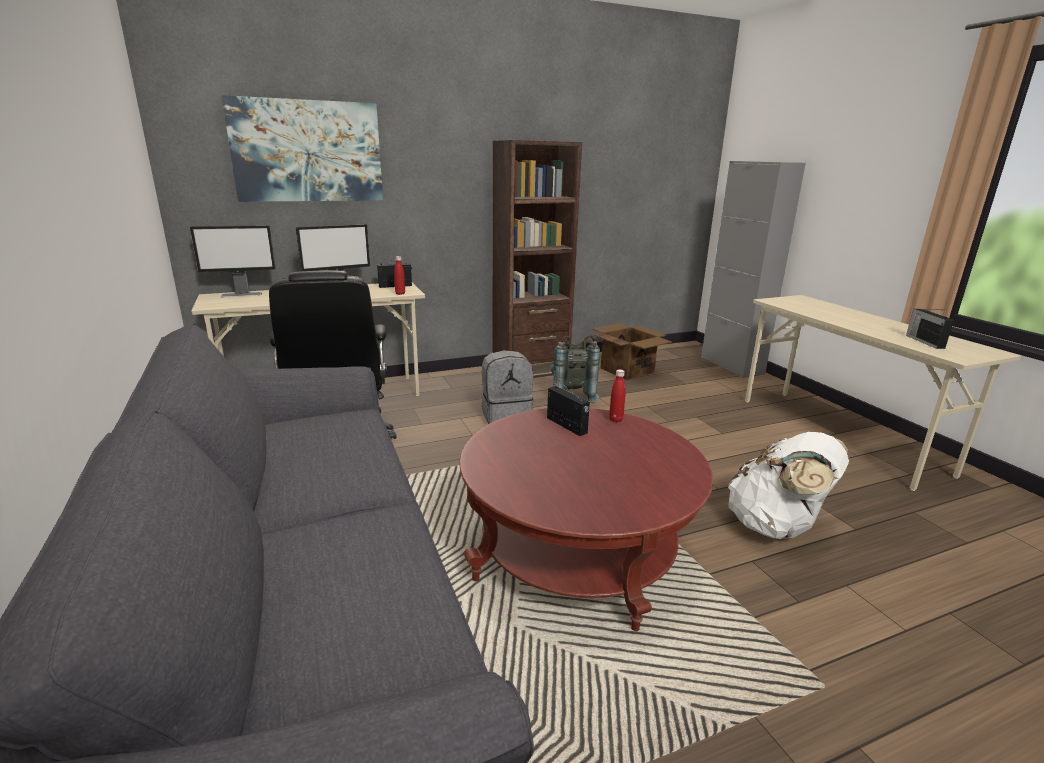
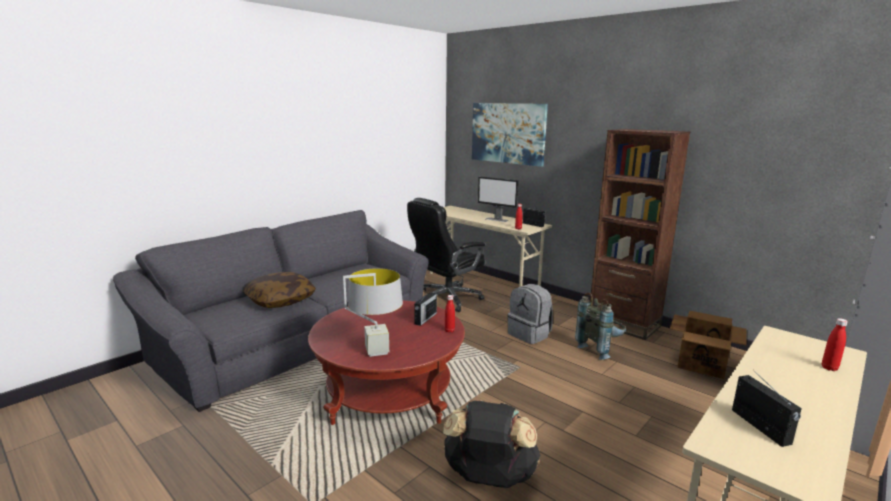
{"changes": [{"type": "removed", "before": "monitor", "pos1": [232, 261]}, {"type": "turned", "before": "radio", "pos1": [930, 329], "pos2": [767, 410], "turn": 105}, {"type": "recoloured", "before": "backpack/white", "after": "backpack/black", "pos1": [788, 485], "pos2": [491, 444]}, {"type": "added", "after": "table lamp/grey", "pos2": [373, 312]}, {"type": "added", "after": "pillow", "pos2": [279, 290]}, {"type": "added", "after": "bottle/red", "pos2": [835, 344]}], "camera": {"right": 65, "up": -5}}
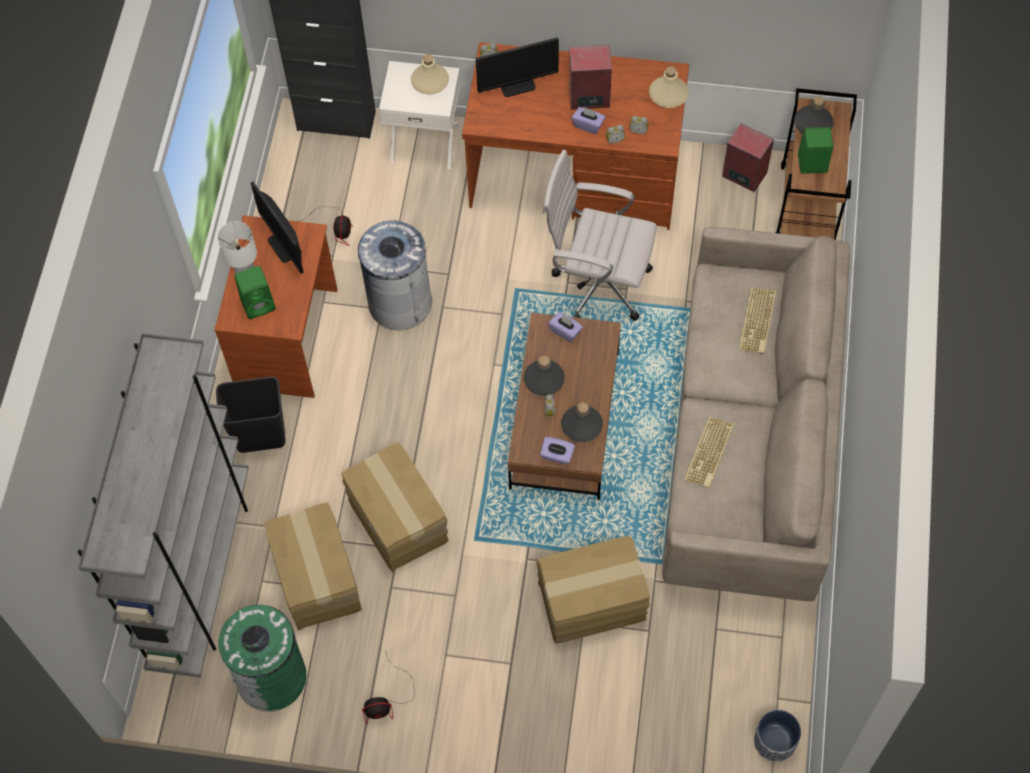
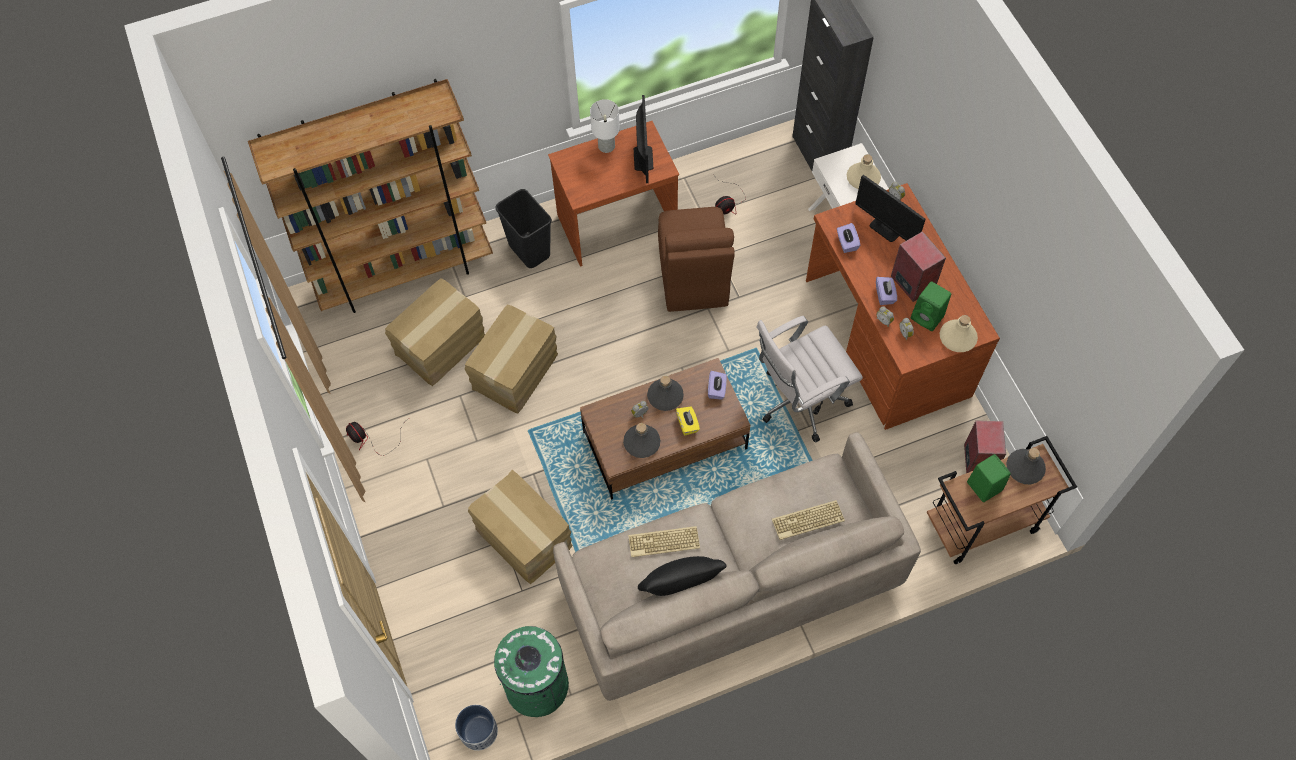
{"changes": [{"type": "turned", "before": "office chair/white", "pos1": [600, 235], "pos2": [809, 379], "turn": -105}, {"type": "turned", "before": "monitor", "pos1": [277, 228], "pos2": [643, 139], "turn": 150}, {"type": "replaced", "before": "trash can/grey", "after": "chair/brown", "pos1": [395, 275], "pos2": [696, 259]}, {"type": "moved", "before": "speaker/green", "pos1": [255, 292], "pos2": [931, 306]}, {"type": "recoloured", "before": "bookcase/grey", "after": "bookcase/brown", "pos1": [163, 505], "pos2": [370, 196]}, {"type": "moved", "before": "tissue box/purple", "pos1": [557, 451], "pos2": [849, 238]}, {"type": "moved", "before": "trash can/green", "pos1": [262, 658], "pos2": [531, 671]}, {"type": "added", "after": "tissue box/yellow", "pos2": [688, 420]}, {"type": "added", "after": "pillow/black", "pos2": [682, 576]}], "camera": {"right": 60, "up": 0}}
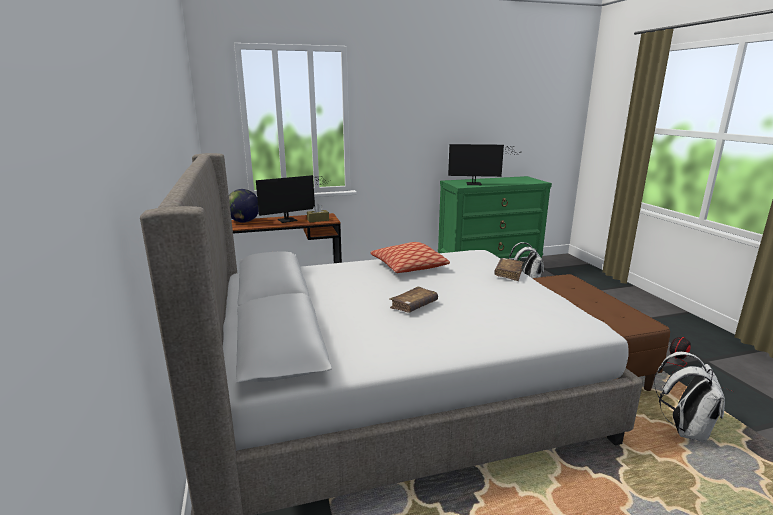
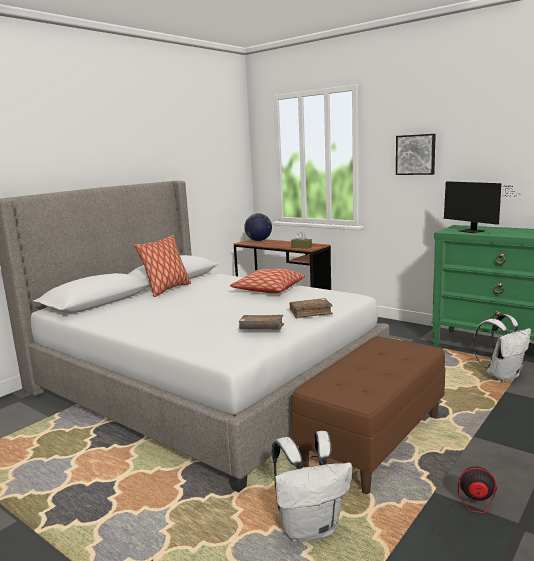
{"changes": [{"type": "removed", "before": "monitor", "pos1": [292, 199]}, {"type": "moved", "before": "book/brown", "pos1": [413, 300], "pos2": [261, 322]}, {"type": "added", "after": "picture", "pos2": [416, 154]}, {"type": "added", "after": "pillow", "pos2": [162, 266]}], "camera": {"right": 55, "up": -5}}
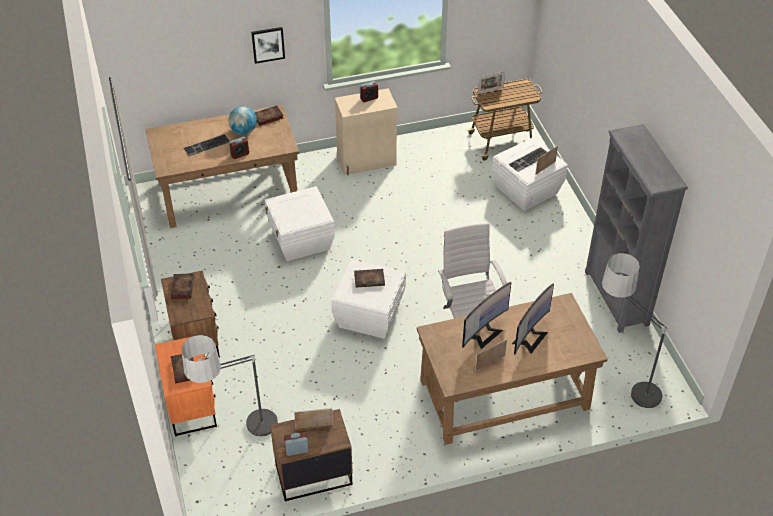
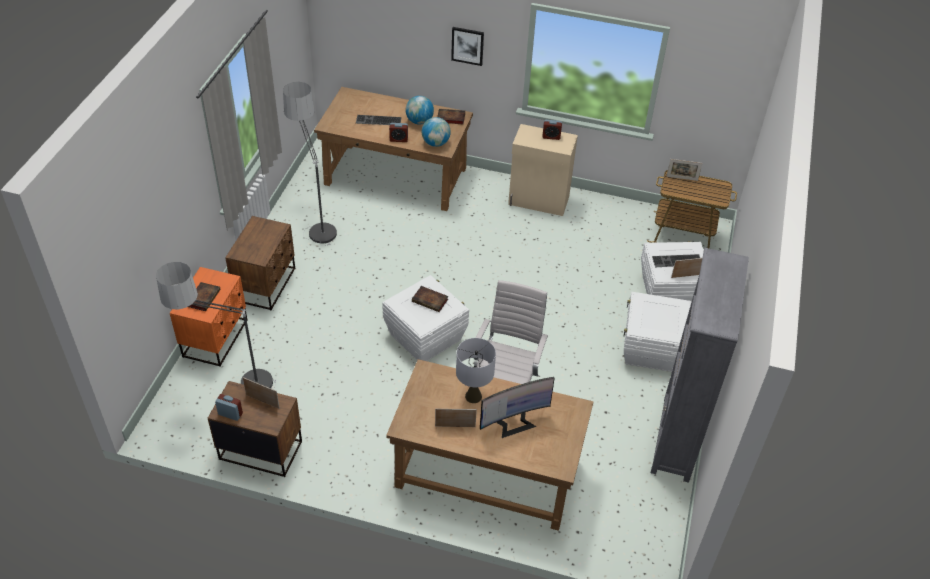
{"changes": [{"type": "moved", "before": "storage box/white", "pos1": [300, 223], "pos2": [658, 332]}, {"type": "moved", "before": "floor lamp", "pos1": [635, 331], "pos2": [310, 164]}, {"type": "removed", "before": "book", "pos1": [182, 286]}, {"type": "replaced", "before": "monitor", "after": "table lamp/grey", "pos1": [486, 315], "pos2": [476, 370]}, {"type": "added", "after": "globe", "pos2": [436, 132]}], "camera": {"right": 30, "up": 0}}
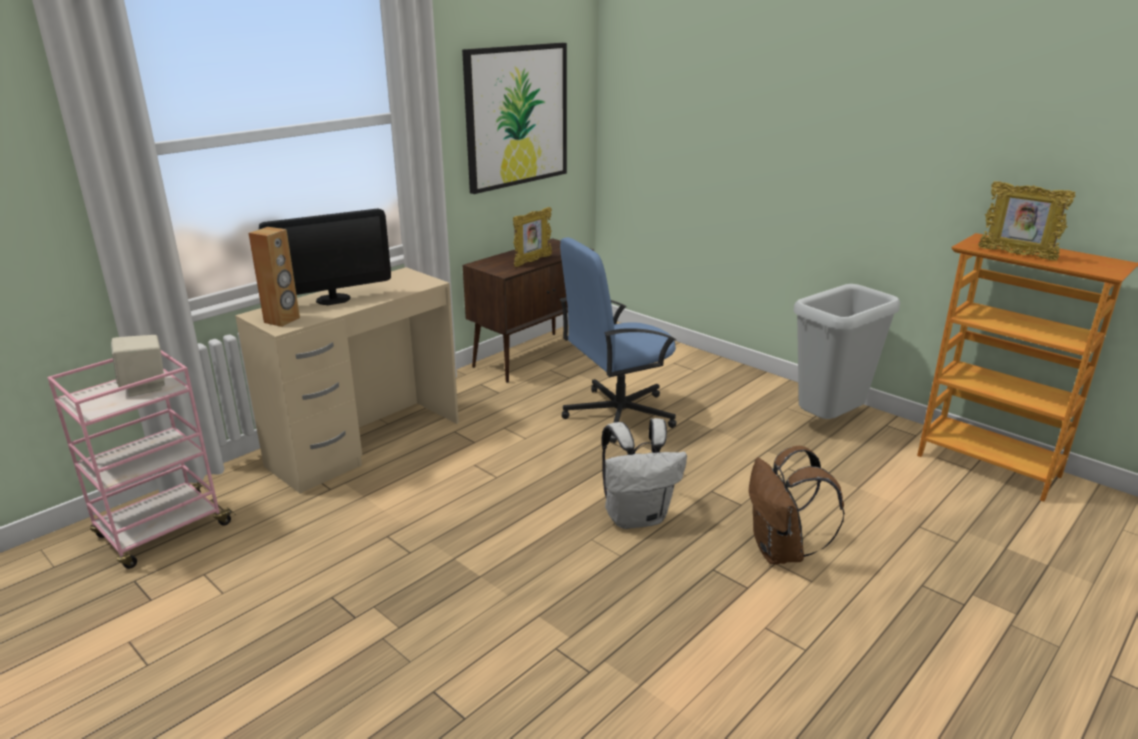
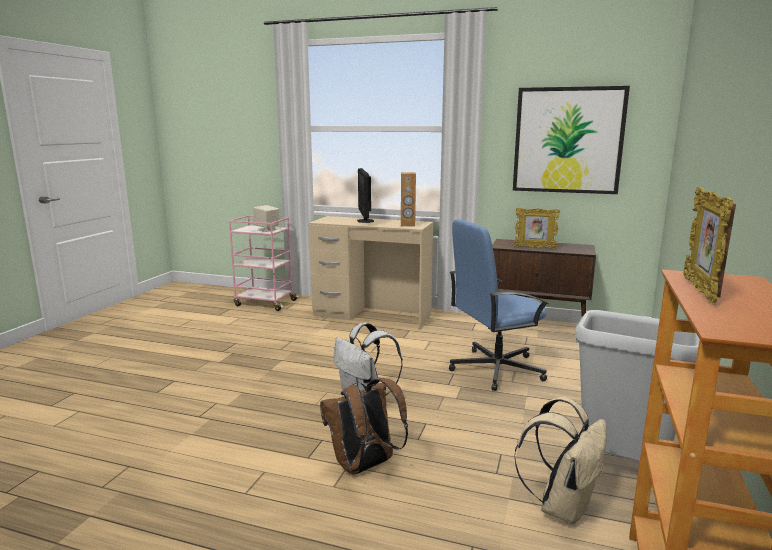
{"changes": [{"type": "turned", "before": "monitor", "pos1": [325, 256], "pos2": [365, 195], "turn": 45}, {"type": "moved", "before": "speaker/brown", "pos1": [274, 277], "pos2": [408, 199]}, {"type": "turned", "before": "office chair/blue", "pos1": [618, 340], "pos2": [499, 305], "turn": -60}, {"type": "added", "after": "backpack/beige", "pos2": [560, 461]}], "camera": {"right": 65, "up": -10}}
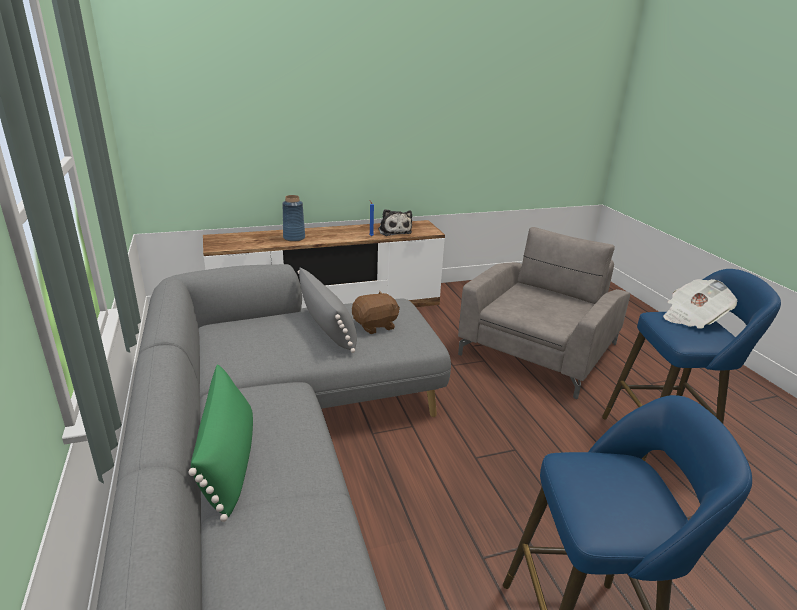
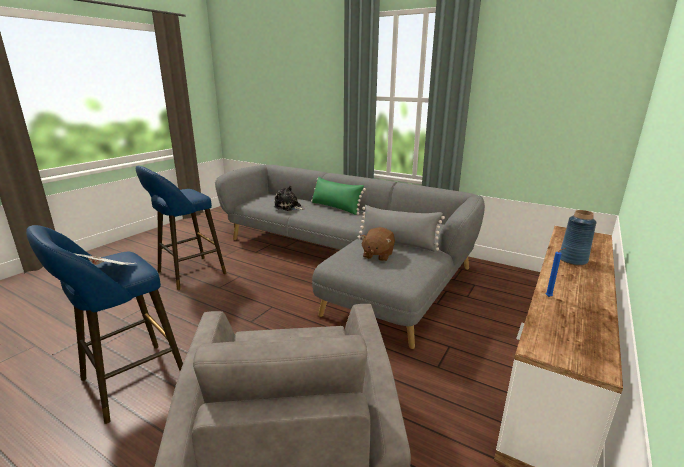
{"changes": [{"type": "moved", "before": "plush toy", "pos1": [395, 222], "pos2": [289, 198]}], "camera": {"right": 140, "up": -5}}
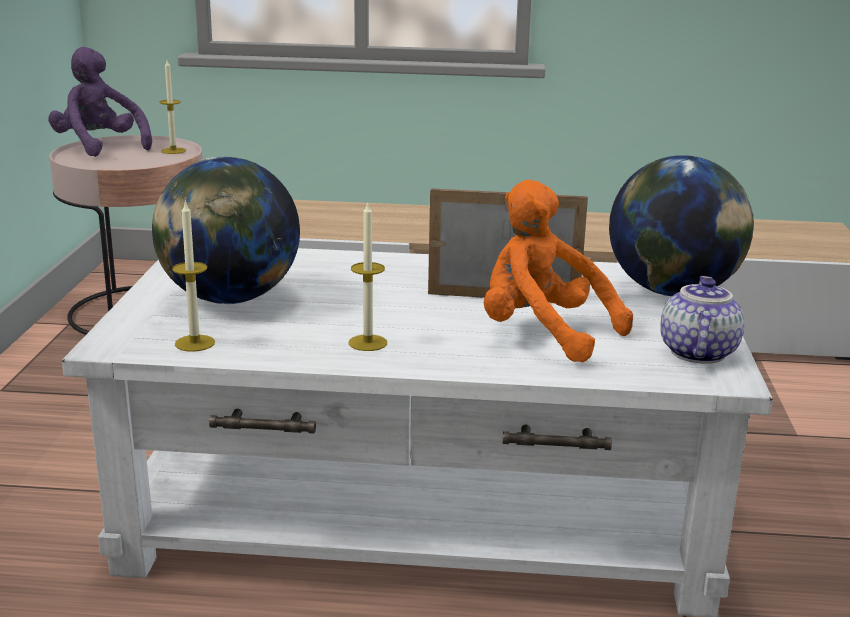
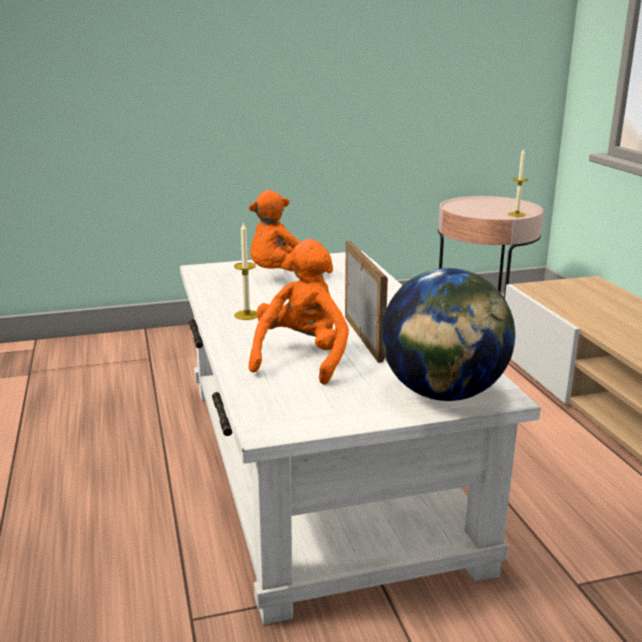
{"changes": [{"type": "removed", "before": "plush toy/purple", "pos1": [100, 102]}, {"type": "replaced", "before": "globe", "after": "plush toy/orange", "pos1": [226, 230], "pos2": [291, 231]}, {"type": "removed", "before": "candle", "pos1": [193, 276]}, {"type": "removed", "before": "teapot", "pos1": [702, 320]}], "camera": {"right": 70, "up": 0}}
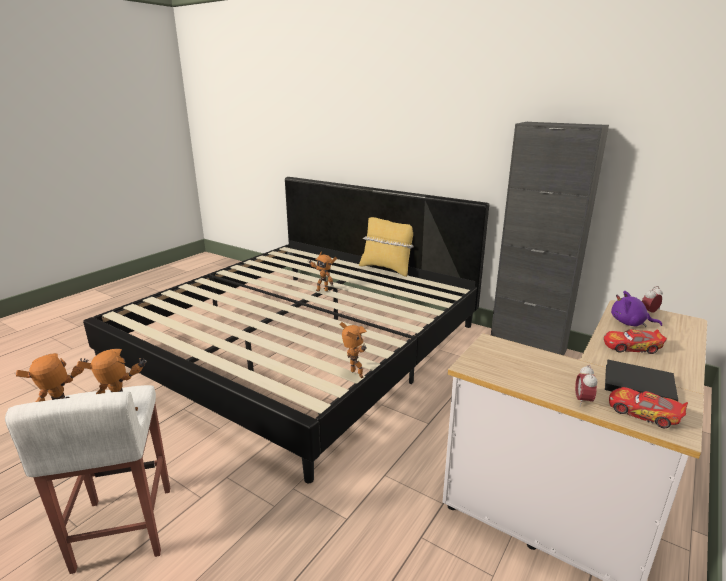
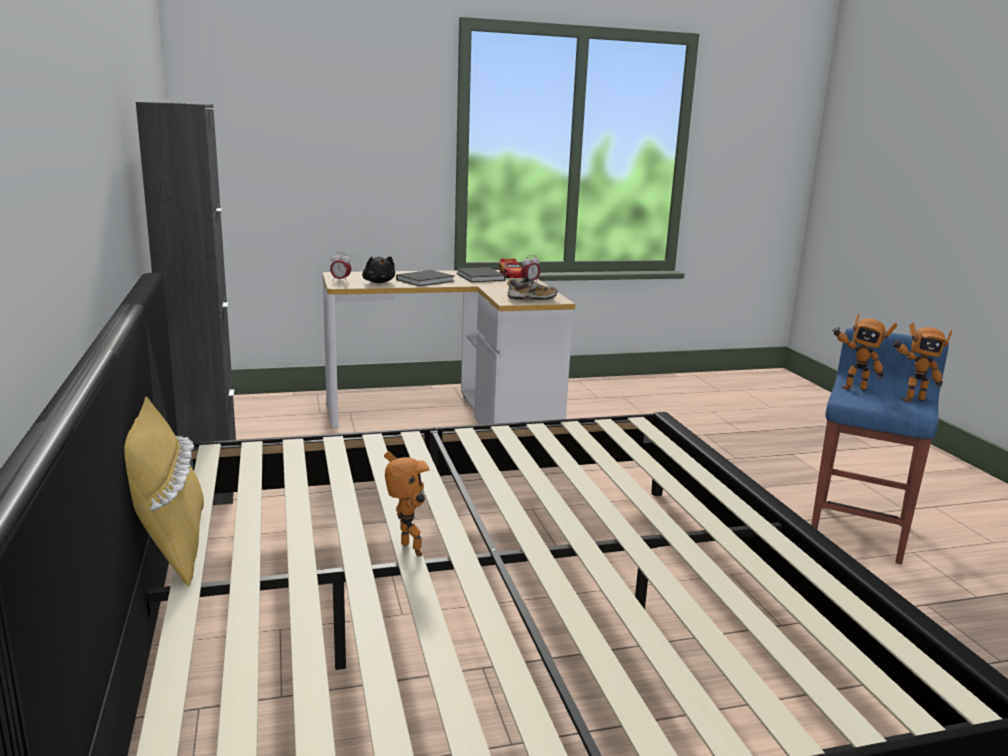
{"changes": [{"type": "recoloured", "before": "plush toy/purple", "after": "plush toy/black", "pos1": [636, 309], "pos2": [378, 269]}, {"type": "removed", "before": "toy robot", "pos1": [353, 350]}, {"type": "replaced", "before": "toy car", "after": "book/black", "pos1": [635, 341], "pos2": [425, 278]}, {"type": "recoloured", "before": "stool/white", "after": "stool/blue", "pos1": [87, 479], "pos2": [880, 446]}, {"type": "added", "after": "shoe", "pos2": [532, 288]}], "camera": {"right": -140, "up": -5}}
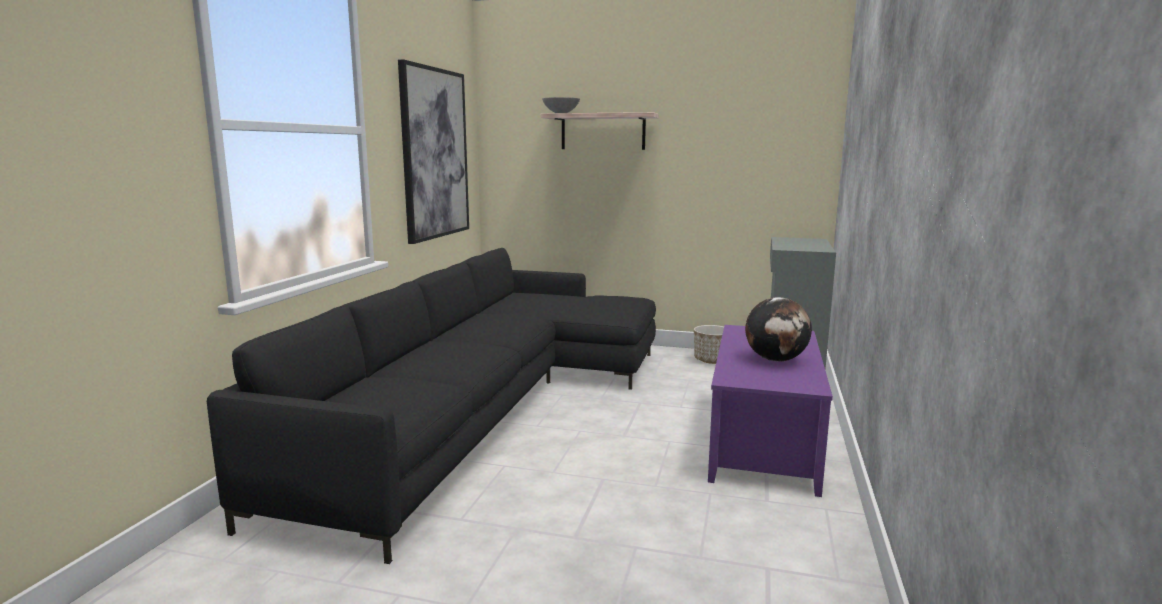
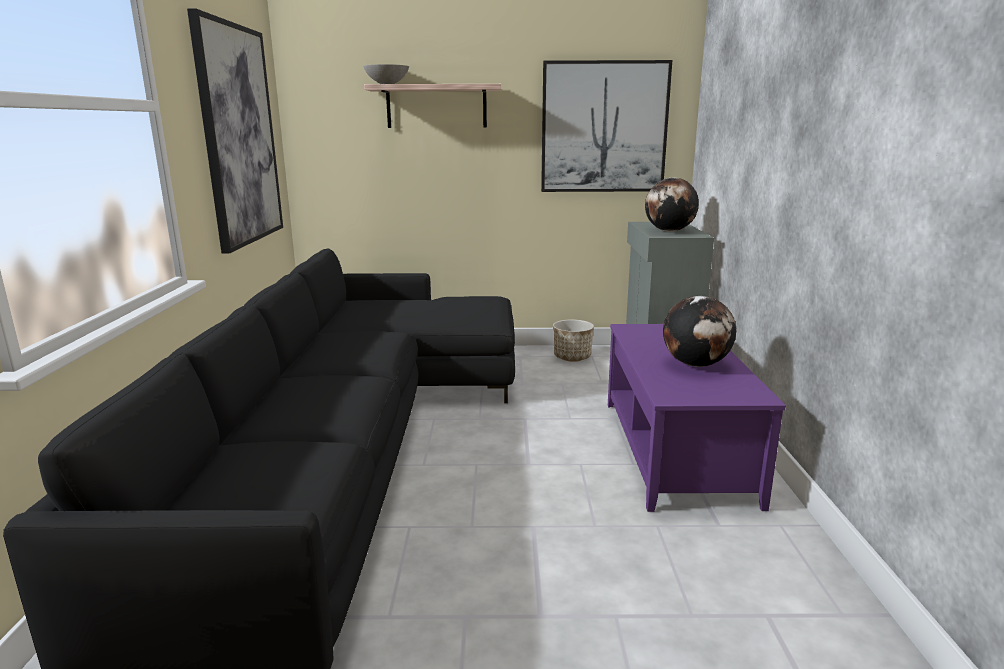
{"changes": [{"type": "added", "after": "picture", "pos2": [606, 126]}, {"type": "added", "after": "globe", "pos2": [672, 205]}], "camera": {"right": -15, "up": 5}}
